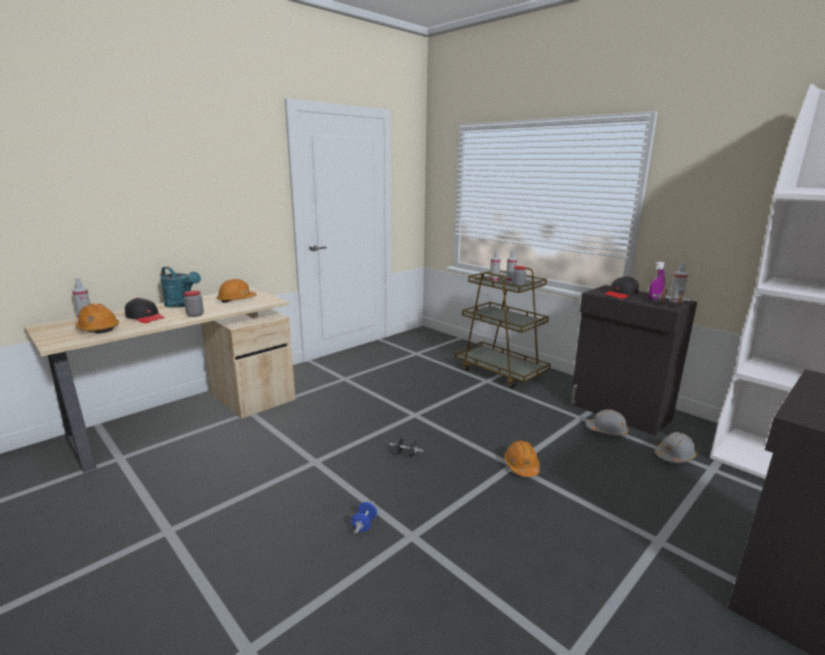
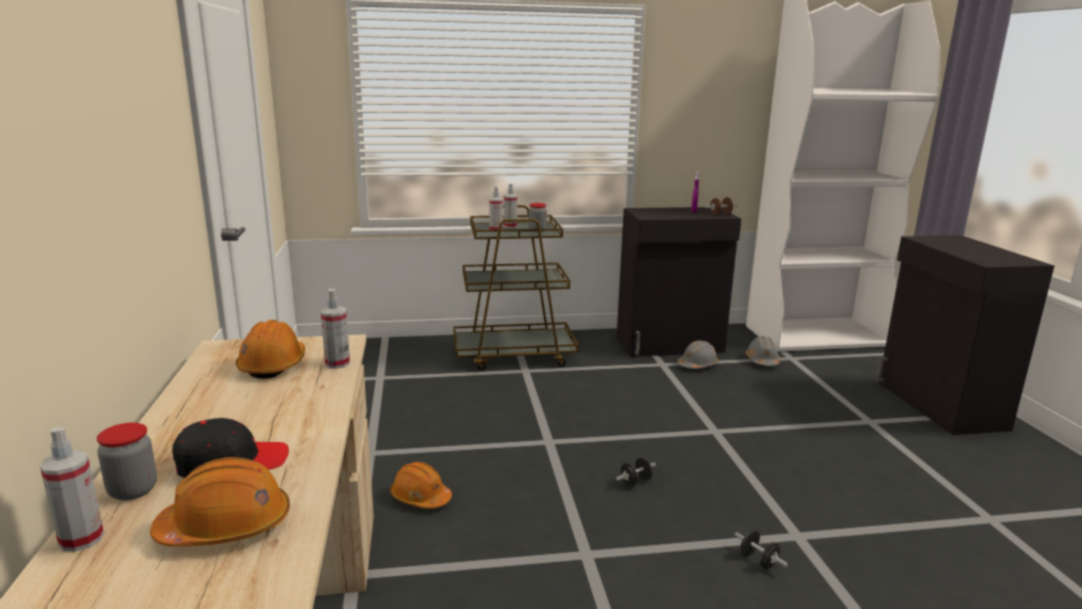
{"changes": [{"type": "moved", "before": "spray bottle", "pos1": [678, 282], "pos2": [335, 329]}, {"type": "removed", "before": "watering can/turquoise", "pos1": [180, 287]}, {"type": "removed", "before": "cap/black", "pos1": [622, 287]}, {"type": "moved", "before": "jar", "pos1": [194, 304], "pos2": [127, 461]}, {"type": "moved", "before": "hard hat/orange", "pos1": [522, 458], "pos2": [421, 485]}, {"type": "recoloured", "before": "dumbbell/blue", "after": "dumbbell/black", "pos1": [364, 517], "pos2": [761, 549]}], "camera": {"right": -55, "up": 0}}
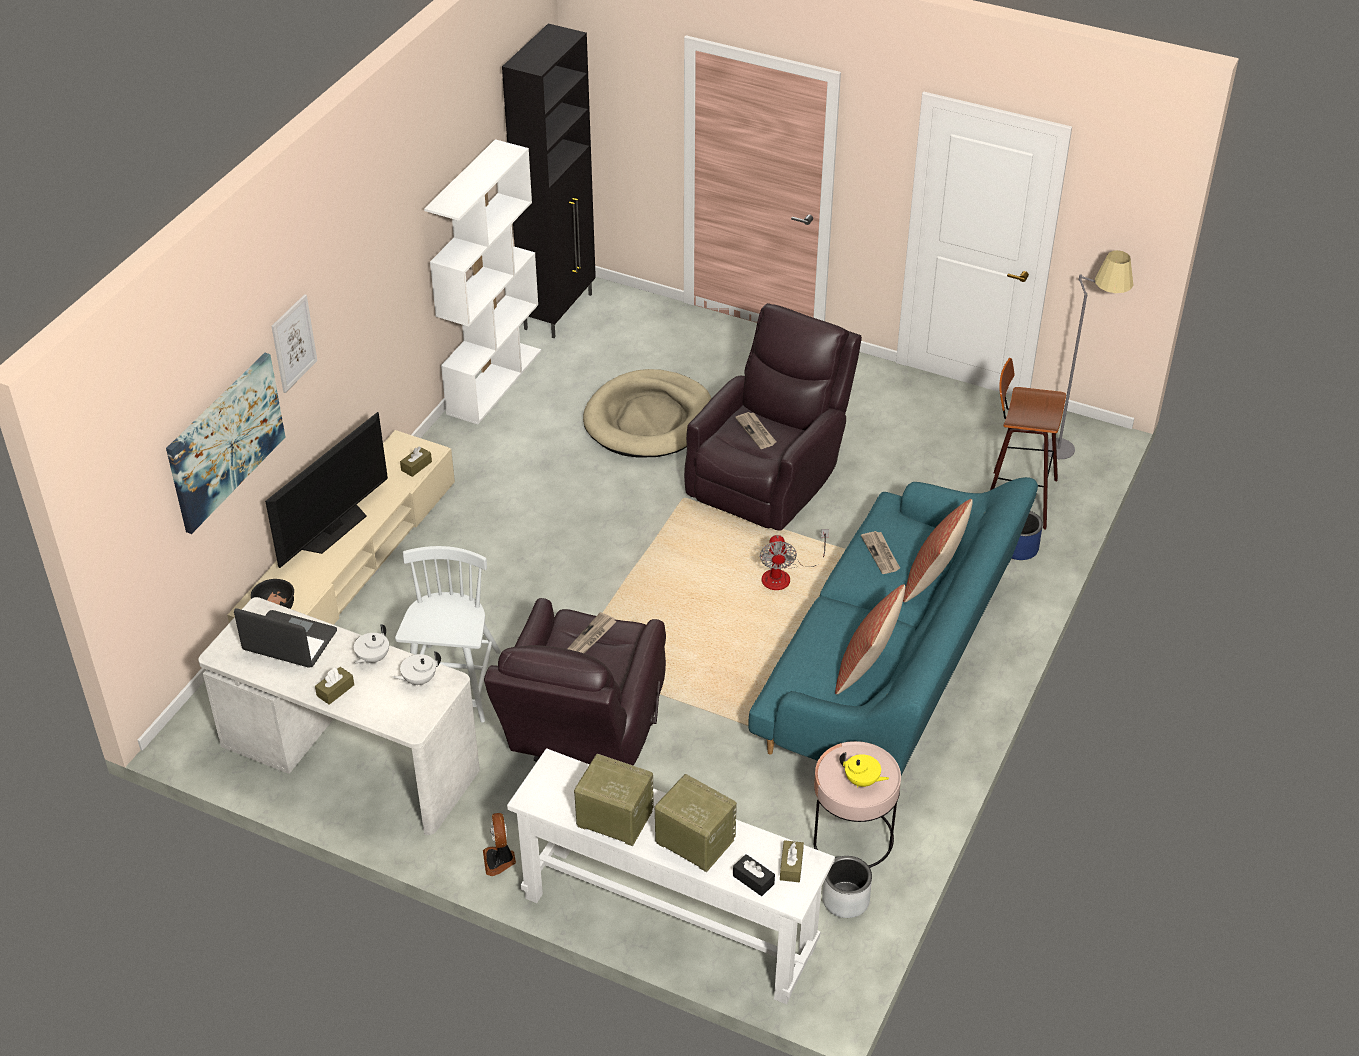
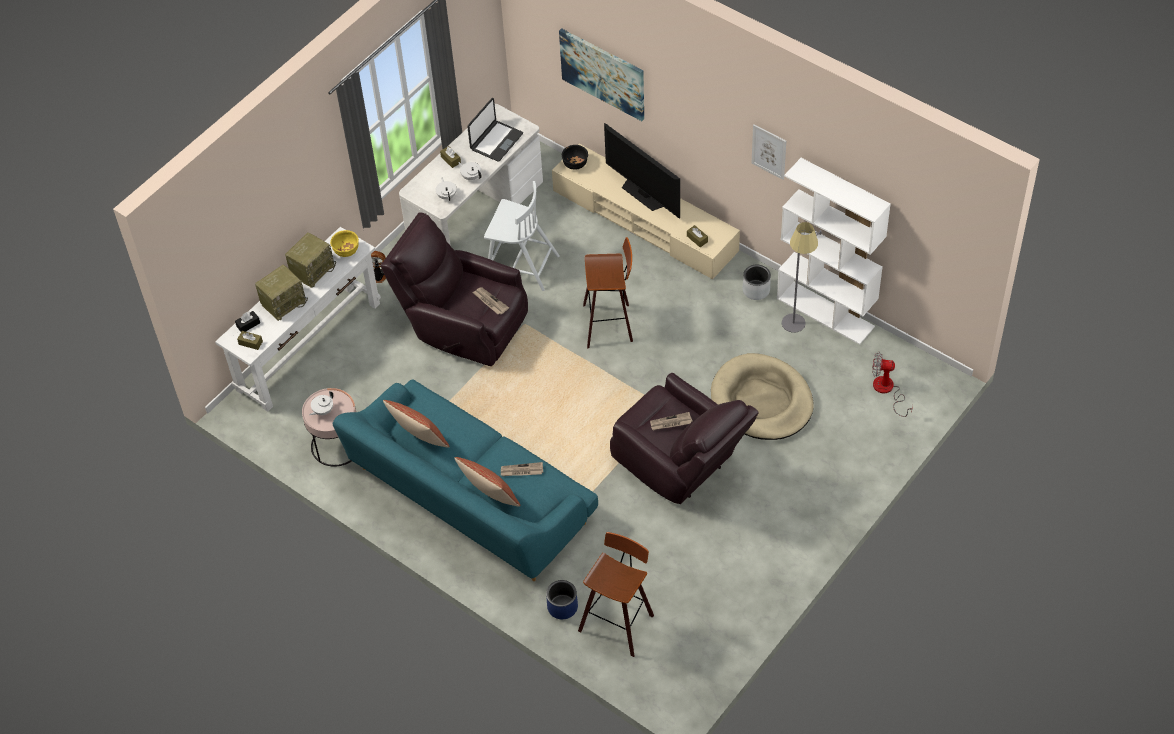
{"changes": [{"type": "removed", "before": "cabinet/black", "pos1": [549, 181]}, {"type": "moved", "before": "floor lamp/grey", "pos1": [1088, 354], "pos2": [802, 277]}, {"type": "moved", "before": "picture", "pos1": [294, 343], "pos2": [769, 152]}, {"type": "moved", "before": "fan", "pos1": [794, 559], "pos2": [892, 384]}, {"type": "recoloured", "before": "teapot/yellow", "after": "teapot/white", "pos1": [864, 769], "pos2": [321, 403]}, {"type": "moved", "before": "planter/grey", "pos1": [847, 887], "pos2": [757, 282]}, {"type": "added", "after": "bowl/yellow", "pos2": [344, 243]}, {"type": "added", "after": "stool", "pos2": [608, 292]}], "camera": {"right": 105, "up": 10}}
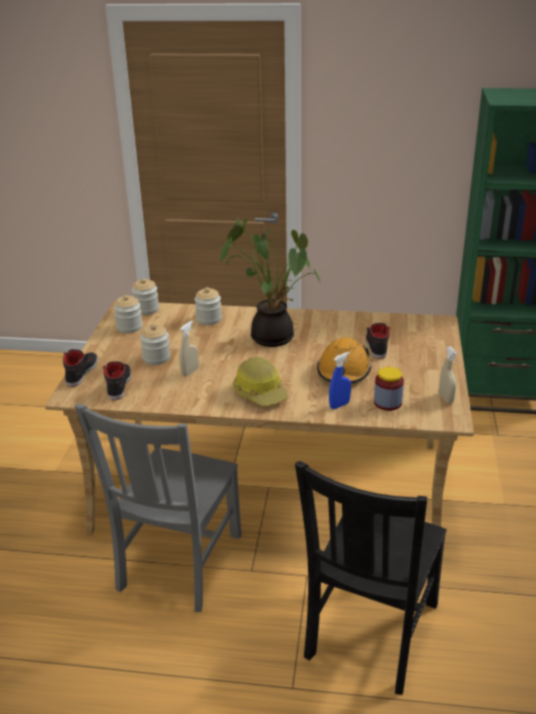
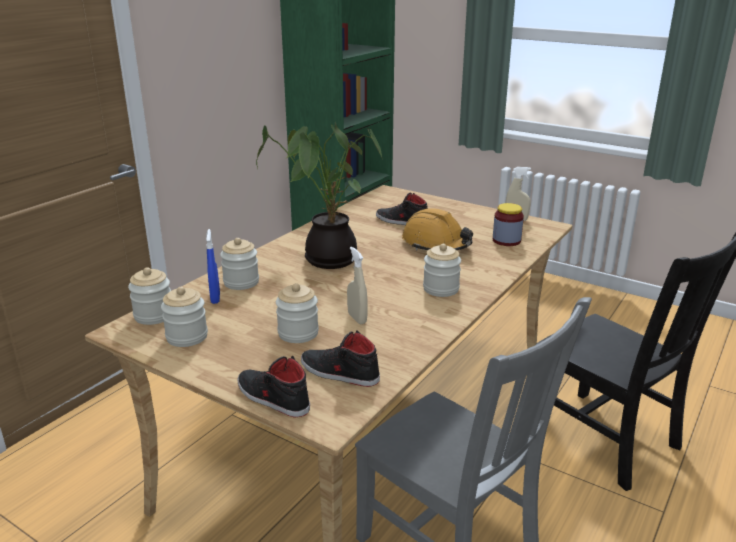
{"changes": [{"type": "moved", "before": "spray bottle/blue", "pos1": [340, 380], "pos2": [213, 266]}, {"type": "replaced", "before": "hard hat", "after": "jar", "pos1": [260, 381], "pos2": [442, 270]}], "camera": {"right": -65, "up": -5}}
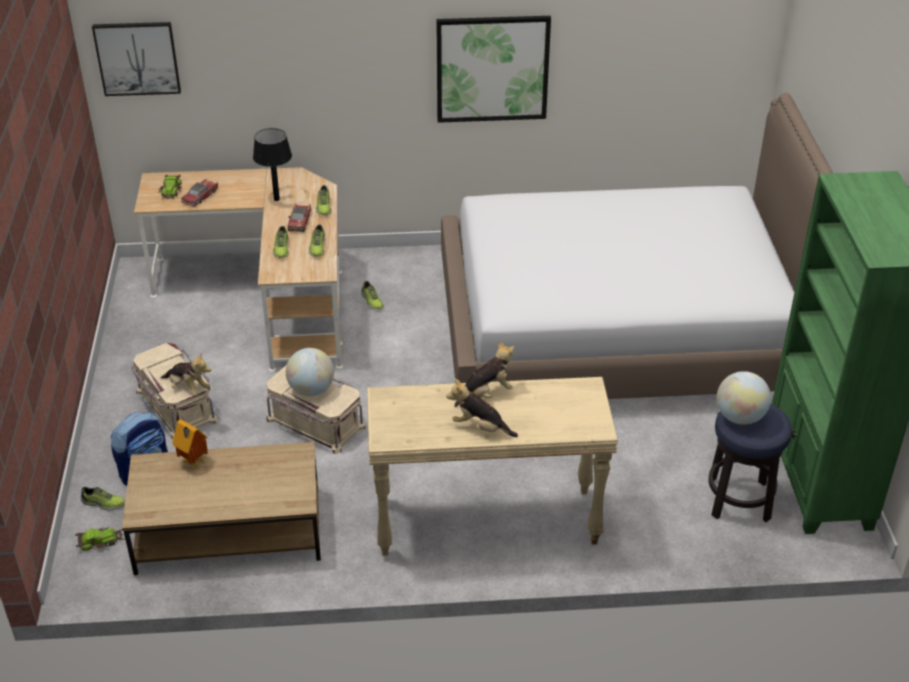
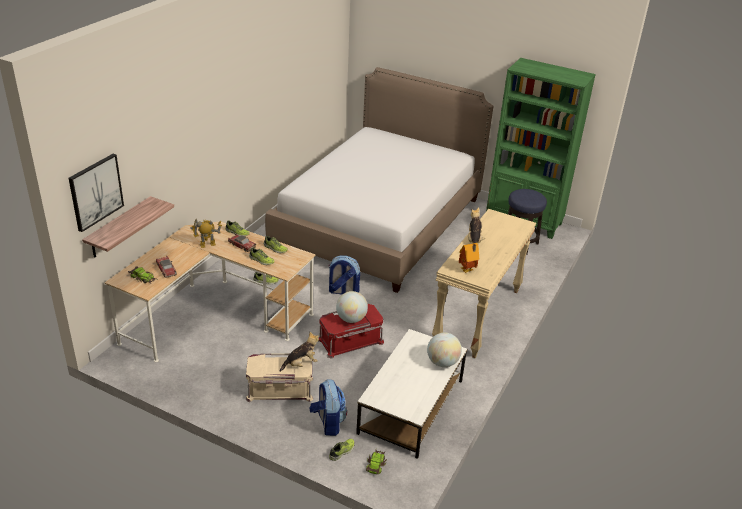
{"changes": [{"type": "removed", "before": "picture", "pos1": [493, 69]}, {"type": "replaced", "before": "table lamp/black", "after": "toy robot", "pos1": [272, 164], "pos2": [206, 233]}, {"type": "recoloured", "before": "storage box/beige", "after": "storage box/red", "pos1": [316, 409], "pos2": [351, 331]}, {"type": "moved", "before": "globe", "pos1": [744, 398], "pos2": [444, 350]}, {"type": "removed", "before": "plush toy", "pos1": [482, 407]}, {"type": "moved", "before": "toy house", "pos1": [190, 443], "pos2": [469, 258]}, {"type": "recoloured", "before": "coffee table/brown", "after": "coffee table/white", "pos1": [221, 508], "pos2": [411, 394]}, {"type": "added", "after": "shelf", "pos2": [128, 227]}, {"type": "added", "after": "backpack", "pos2": [344, 275]}], "camera": {"right": -60, "up": -5}}
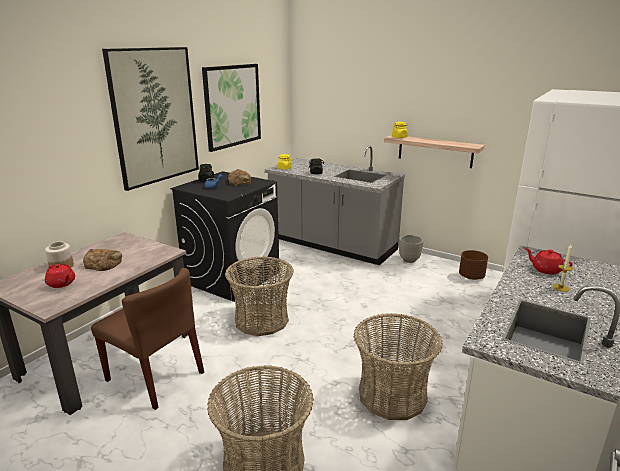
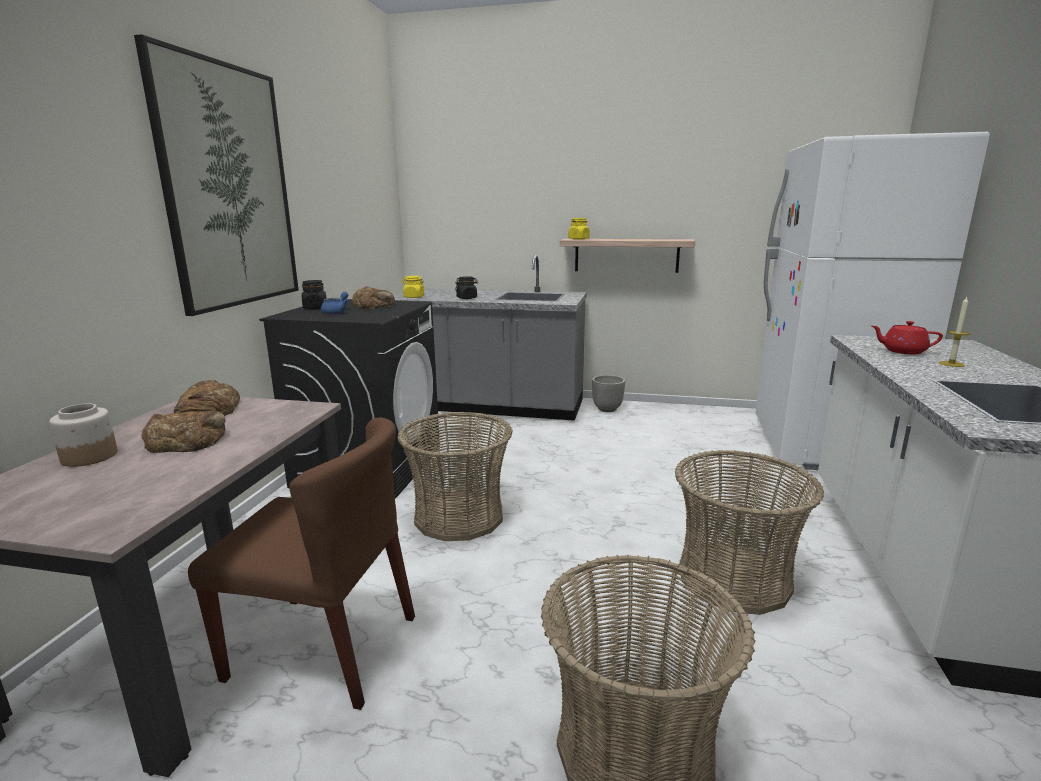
{"changes": [{"type": "removed", "before": "picture", "pos1": [231, 108]}, {"type": "removed", "before": "planter/brown", "pos1": [473, 265]}, {"type": "removed", "before": "teapot/red", "pos1": [60, 276]}, {"type": "added", "after": "bread", "pos2": [207, 398]}], "camera": {"right": -20, "up": -5}}
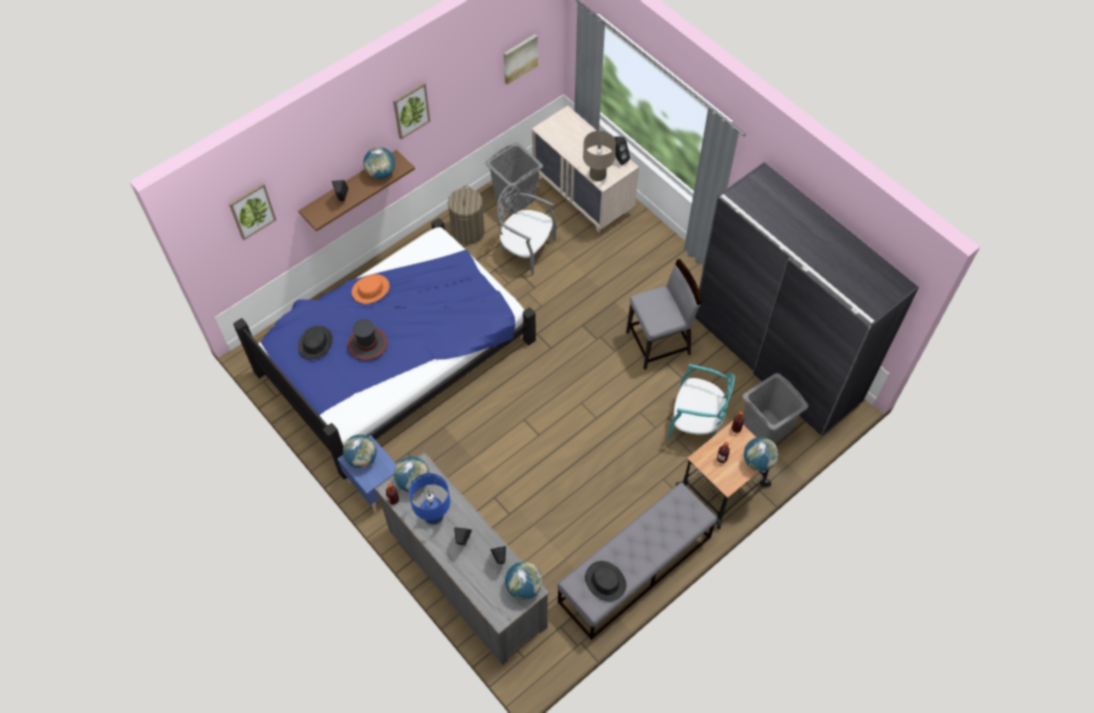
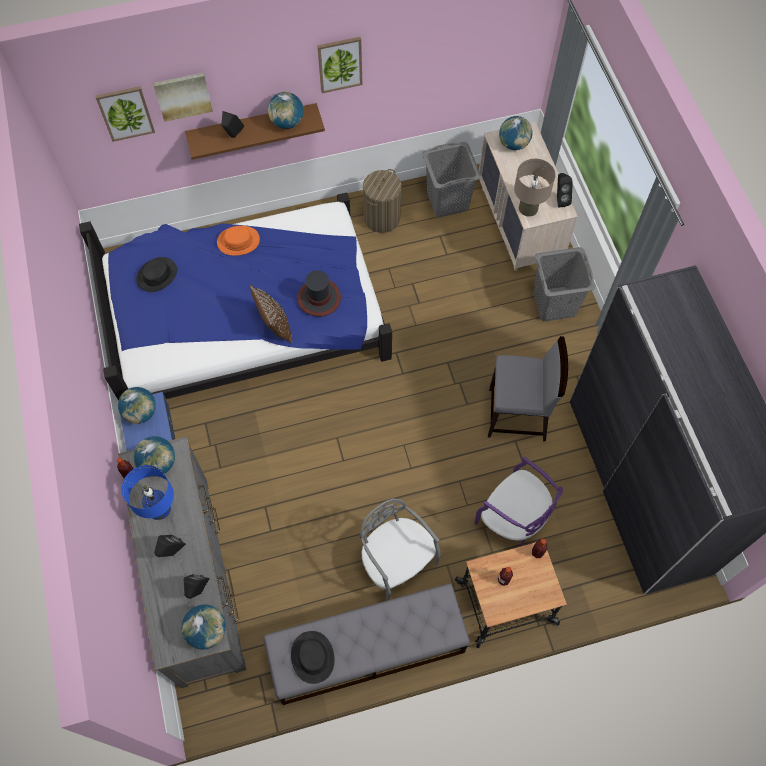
{"changes": [{"type": "moved", "before": "picture", "pos1": [521, 59], "pos2": [183, 97]}, {"type": "moved", "before": "chair/grey", "pos1": [527, 230], "pos2": [400, 549]}, {"type": "moved", "before": "hat", "pos1": [367, 339], "pos2": [319, 294]}, {"type": "recoloured", "before": "chair/turquoise", "after": "chair/purple", "pos1": [701, 401], "pos2": [519, 501]}, {"type": "moved", "before": "laundry basket/grey", "pos1": [775, 408], "pos2": [564, 284]}, {"type": "moved", "before": "globe", "pos1": [761, 454], "pos2": [516, 133]}, {"type": "added", "after": "pillow/brown", "pos2": [271, 314]}], "camera": {"right": 25, "up": 5}}
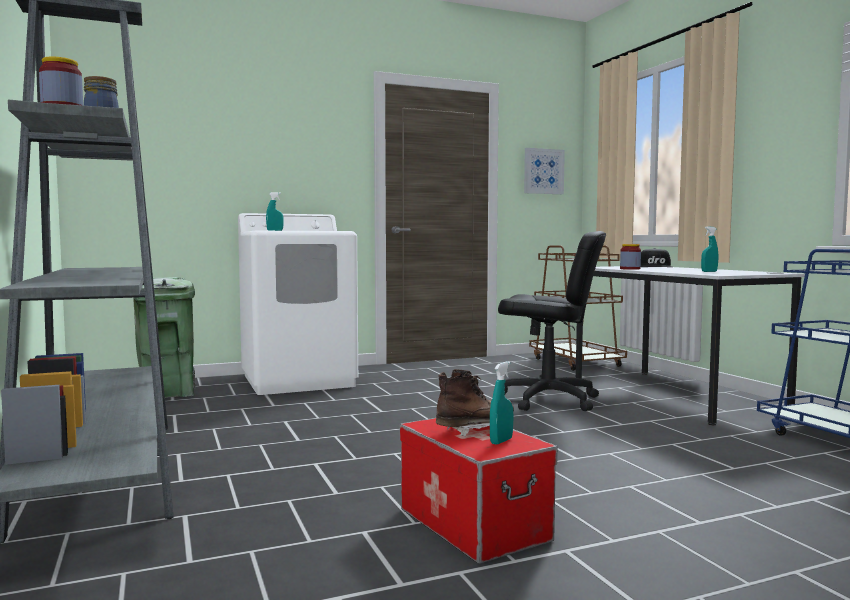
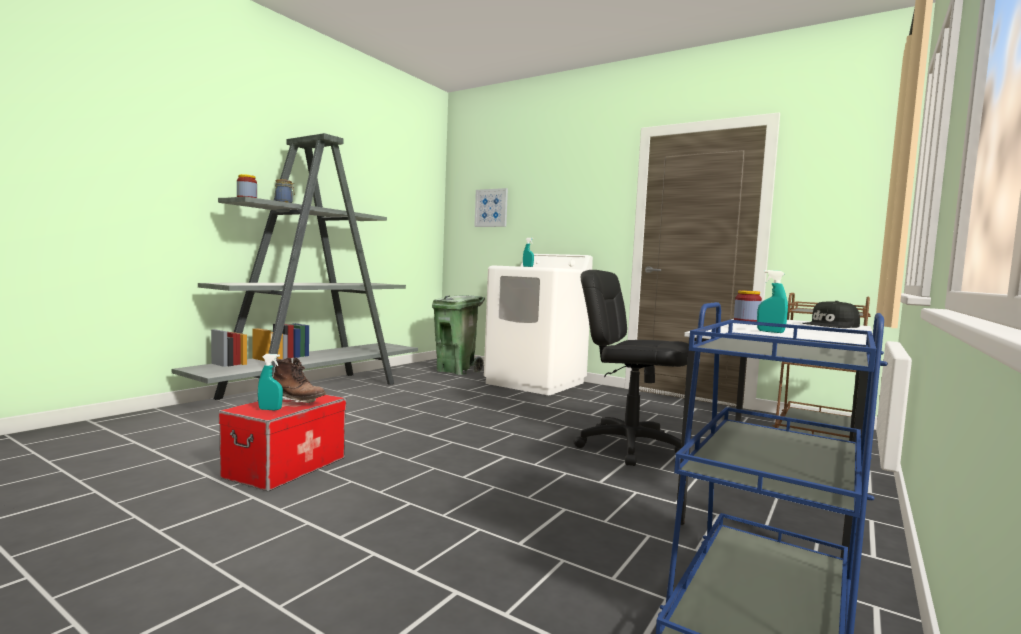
{"changes": [{"type": "moved", "before": "picture", "pos1": [544, 171], "pos2": [491, 207]}, {"type": "turned", "before": "office chair/black", "pos1": [552, 321], "pos2": [631, 368], "turn": 135}], "camera": {"right": 55, "up": 0}}
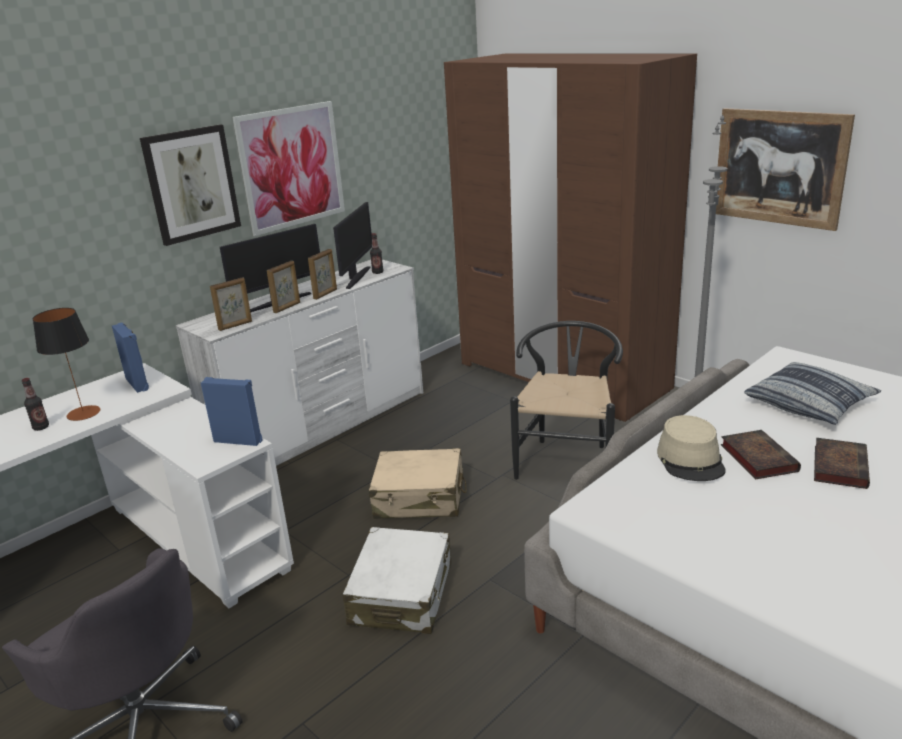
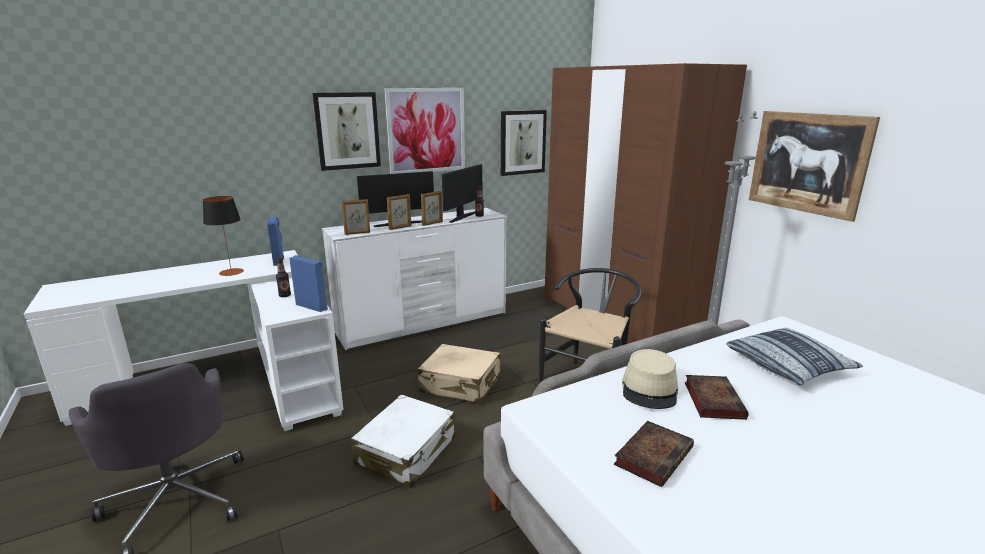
{"changes": [{"type": "moved", "before": "bottle", "pos1": [35, 404], "pos2": [283, 277]}, {"type": "moved", "before": "book", "pos1": [842, 463], "pos2": [654, 454]}, {"type": "added", "after": "picture", "pos2": [524, 143]}], "camera": {"right": 15, "up": -5}}
